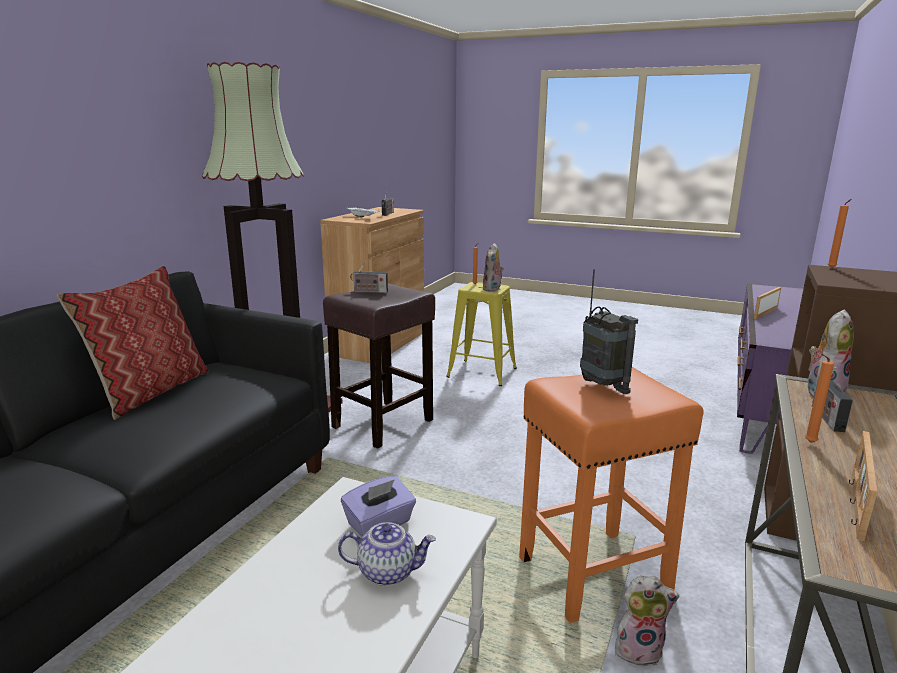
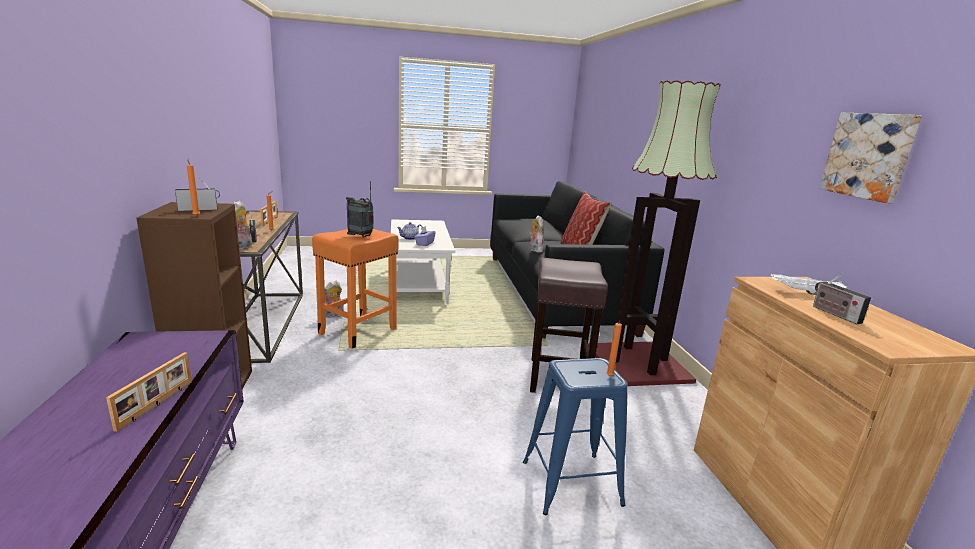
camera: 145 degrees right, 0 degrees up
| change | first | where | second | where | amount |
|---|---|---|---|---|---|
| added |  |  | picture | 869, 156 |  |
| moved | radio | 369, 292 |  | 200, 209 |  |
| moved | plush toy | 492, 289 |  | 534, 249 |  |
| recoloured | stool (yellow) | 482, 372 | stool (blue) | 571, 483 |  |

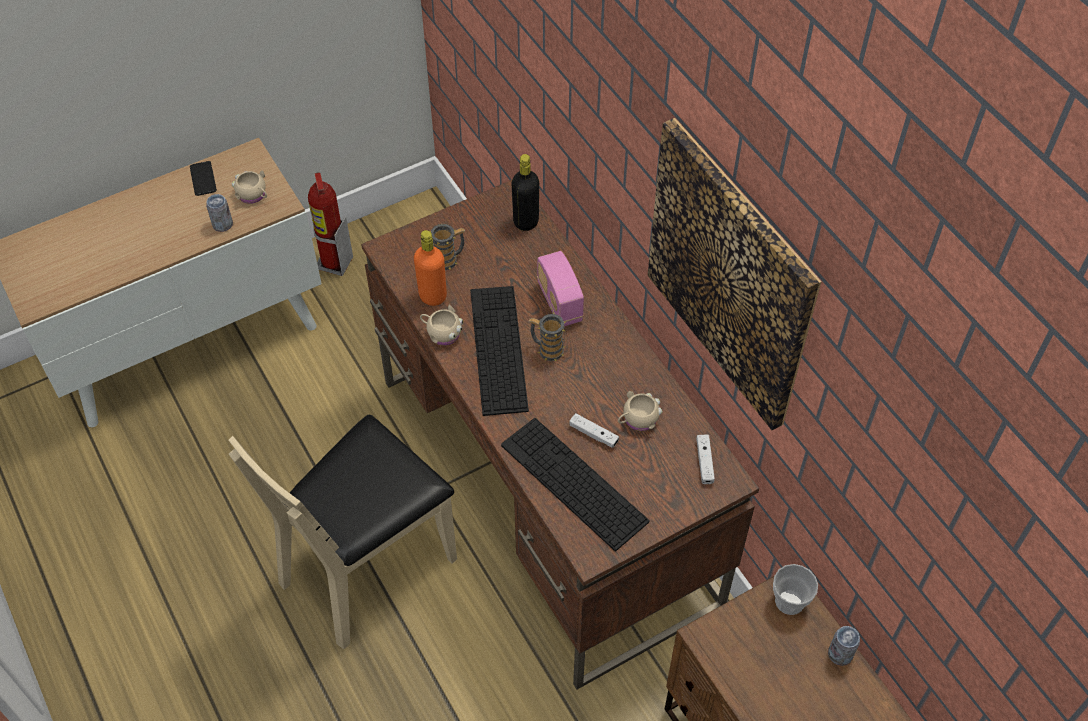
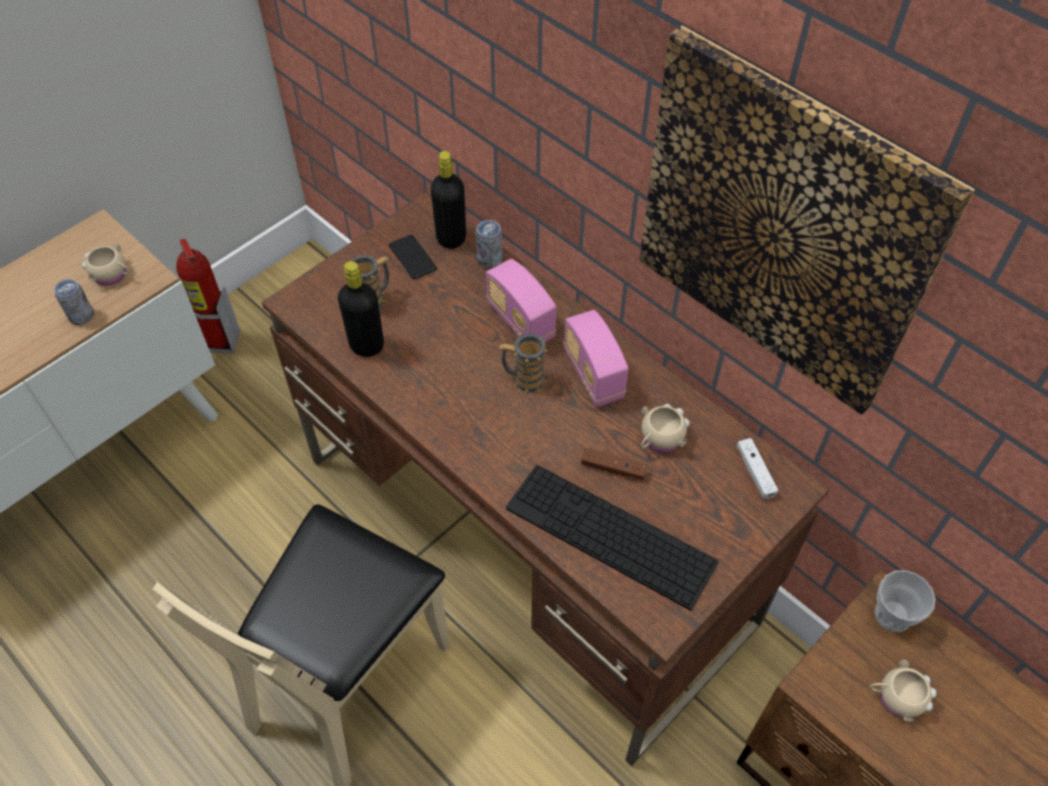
camera: 15 degrees left, 0 degrees up
| change | first | where | second | where | amount |
|---|---|---|---|---|---|
| removed | keyboard | 498, 349 |  |  |  |
| added |  |  | radio | 593, 374 |  |
| moved | phone | 203, 179 |  | 412, 257 |  |
| moved | mug (beige) | 441, 333 |  | 896, 697 |  |
| moved | can | 840, 654 |  | 489, 260 |  |
| recoloured | bottle (orange) | 433, 296 | bottle (black) | 367, 345 |  |
| recoloured | game controller (white) | 593, 434 | game controller (brown) | 613, 469 |  |

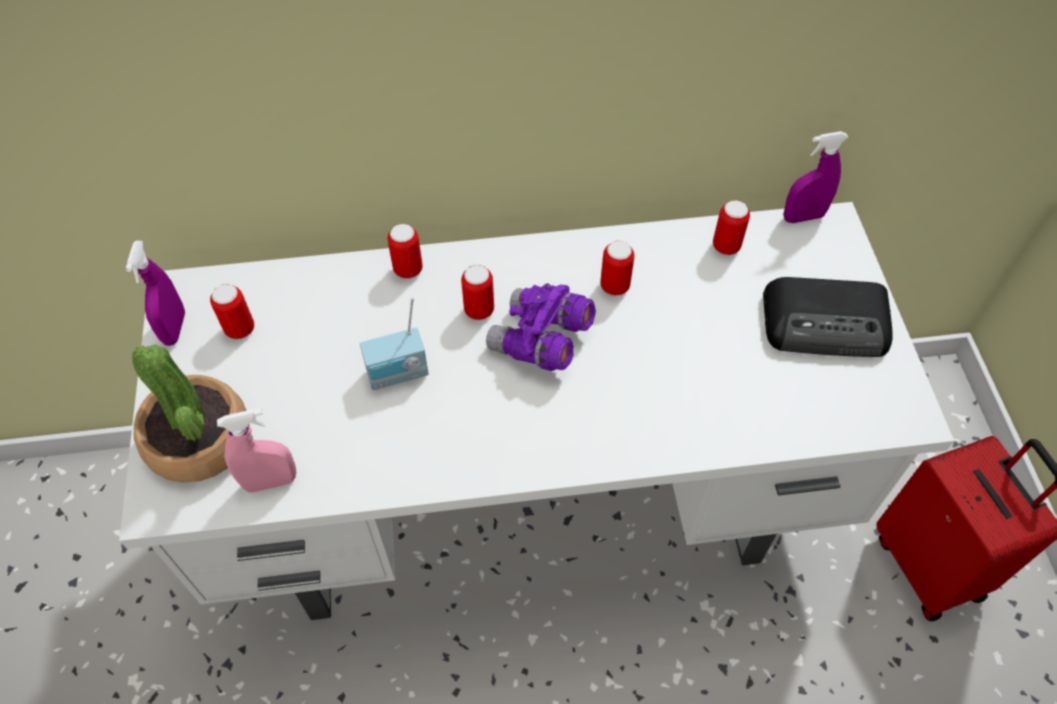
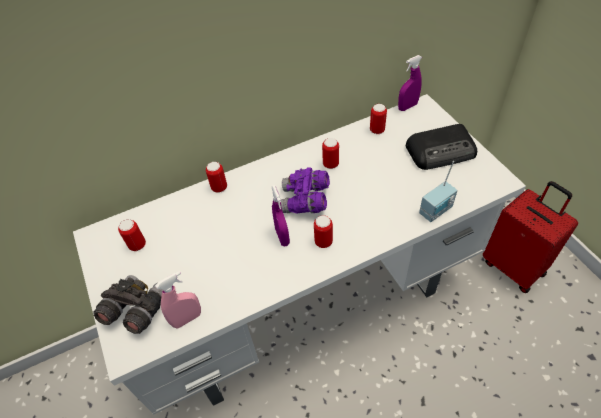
camera: 15 degrees left, 5 degrees down
| change | first | where | second | where | amount |
|---|---|---|---|---|---|
| moved | spray bottle (purple) | 174, 328 |  | 282, 236 |  |
| moved | radio | 398, 375 |  | 436, 211 |  |
| moved | can | 479, 310 |  | 323, 242 |  |
| replaced | potted plant | 198, 440 | binoculars (grey) | 136, 310 |  |

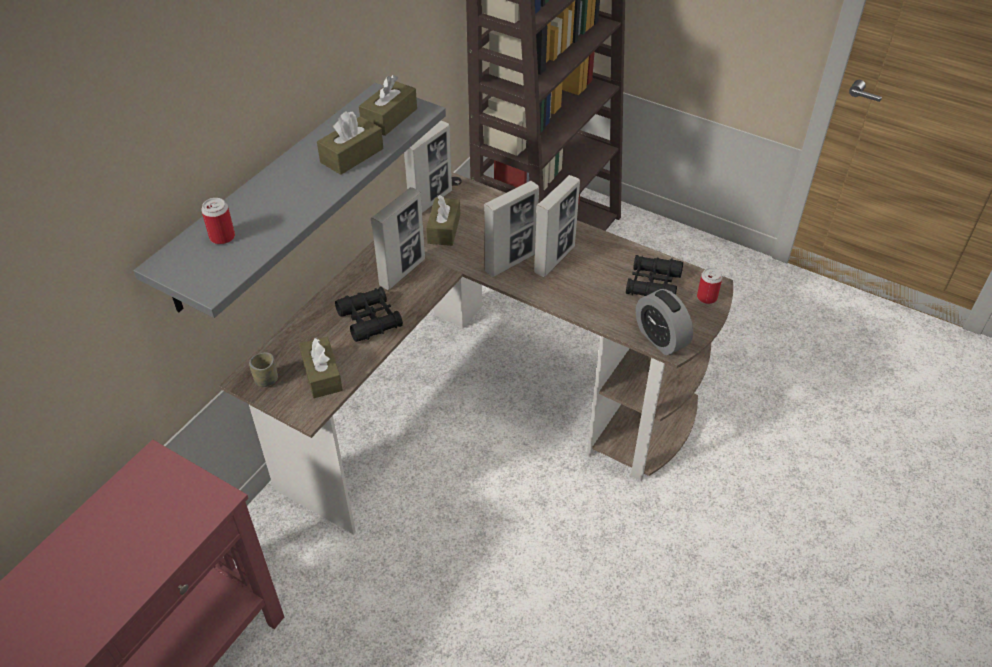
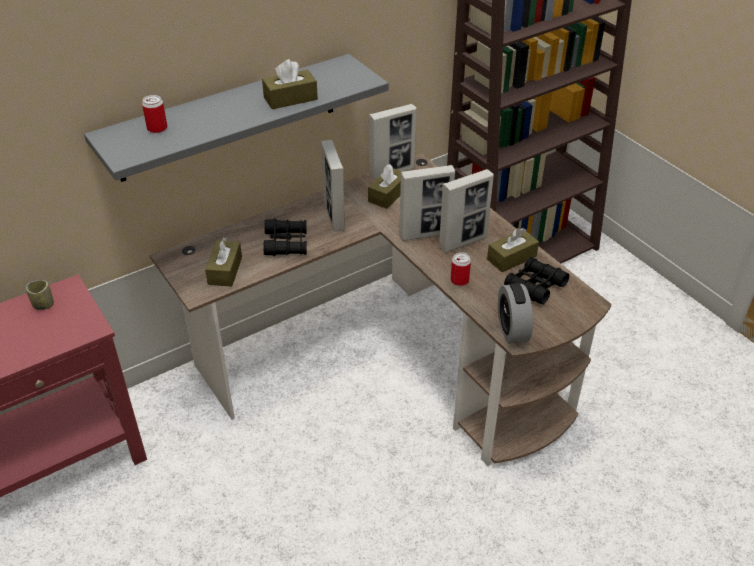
camera: 25 degrees right, 5 degrees down
| change | first | where | second | where | amount |
|---|---|---|---|---|---|
| moved | cup | 266, 380 |  | 43, 305 |  |
| moved | tissue box (brown) | 389, 118 |  | 511, 258 |  |
| moved | can | 707, 297 |  | 459, 280 |  |
| turned | picture frame | 402, 272 |  | 334, 216 | 105 degrees clockwise |

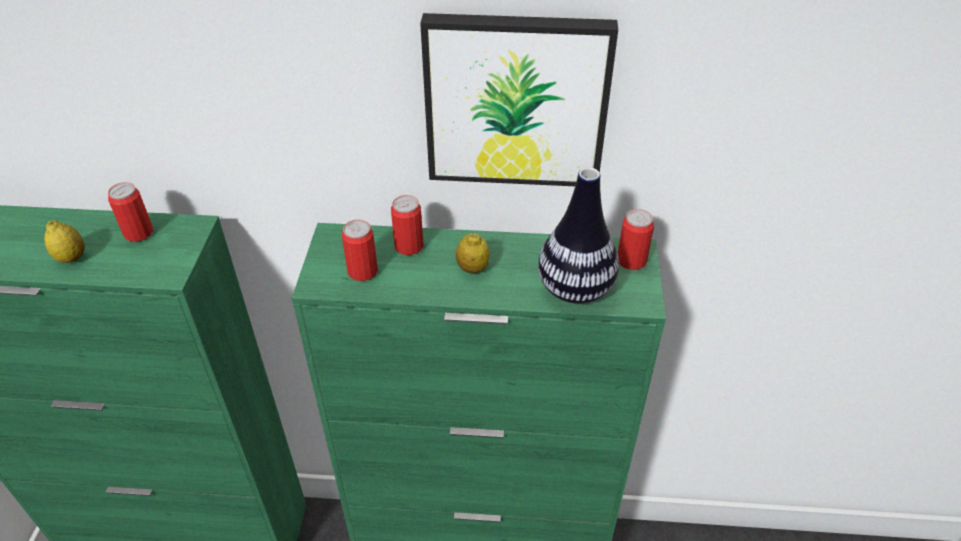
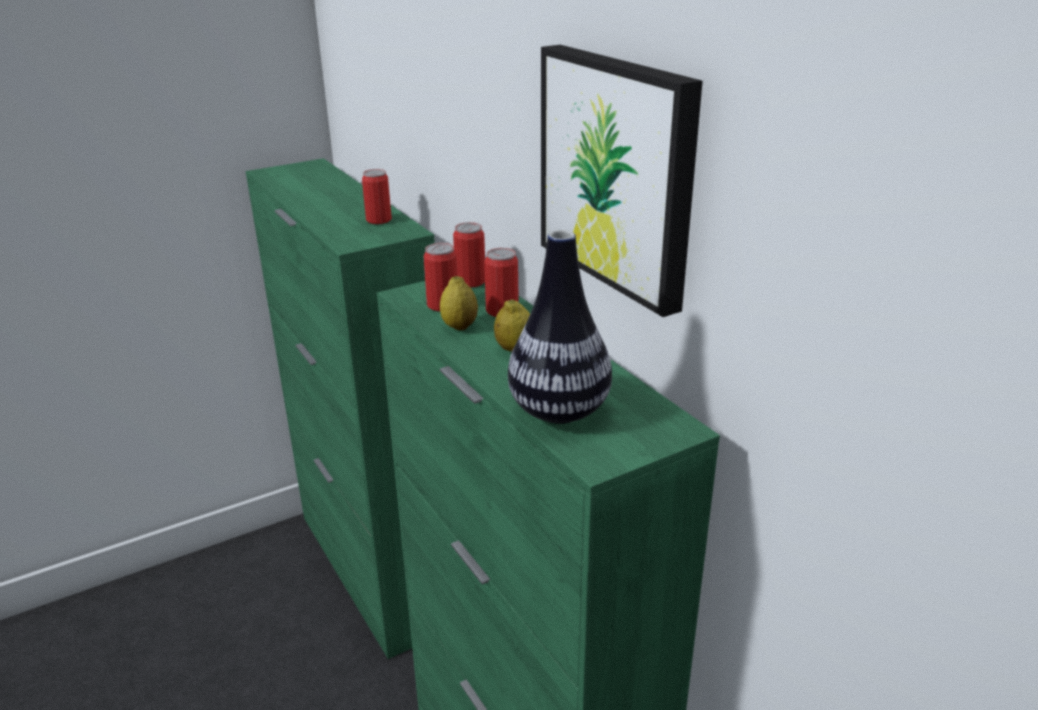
camera: 55 degrees right, 15 degrees down
| change | first | where | second | where | amount |
|---|---|---|---|---|---|
| moved | lemon | 71, 258 |  | 459, 326 |  |
| moved | can | 631, 260 |  | 470, 282 |  |

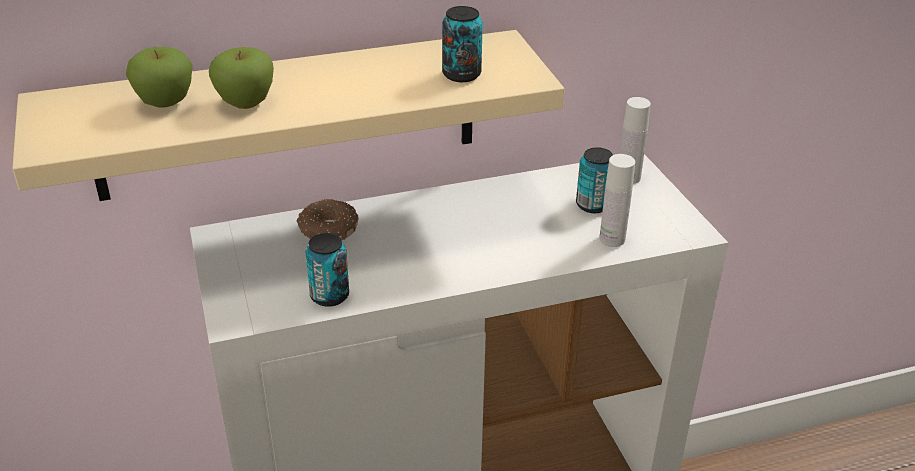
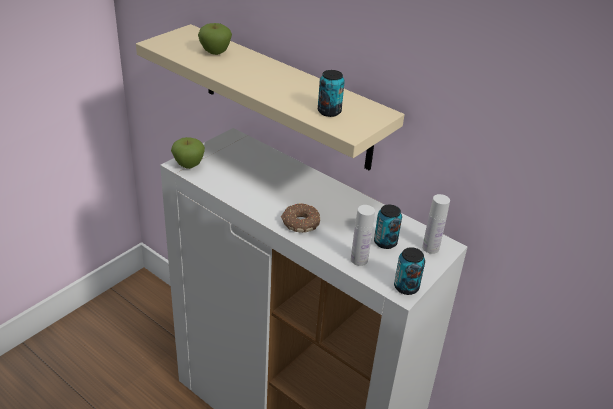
camera: 55 degrees right, 0 degrees up
| change | first | where | second | where | amount |
|---|---|---|---|---|---|
| moved | apple | 245, 103 |  | 188, 165 |  |
| moved | donut | 328, 230 |  | 300, 223 |  |
| moved | can | 329, 296 |  | 406, 287 |  |

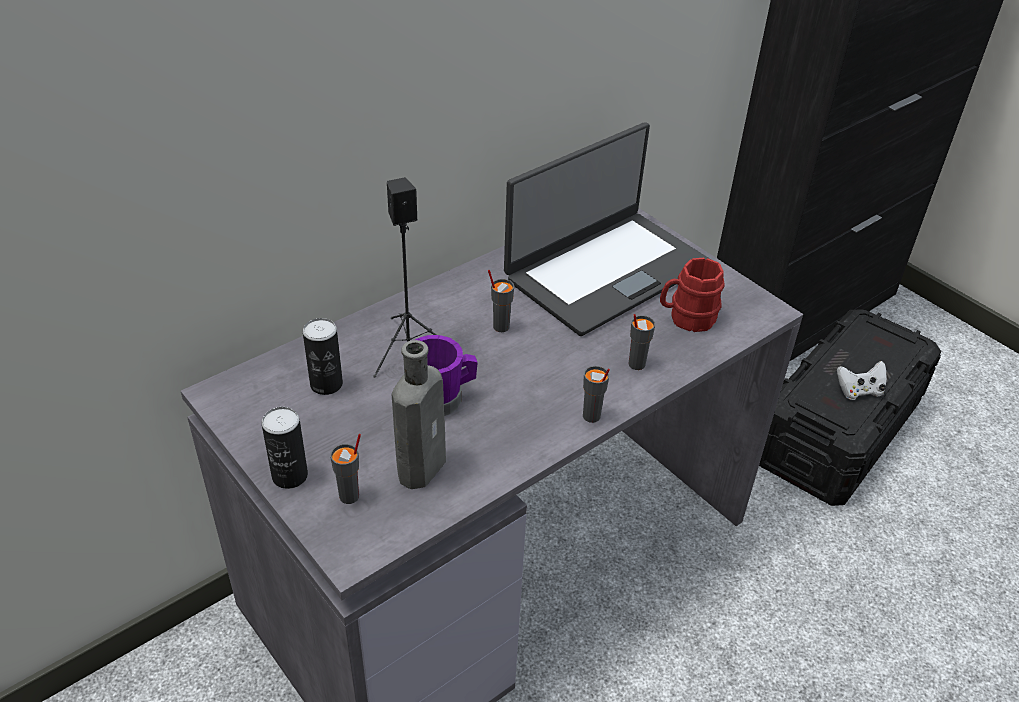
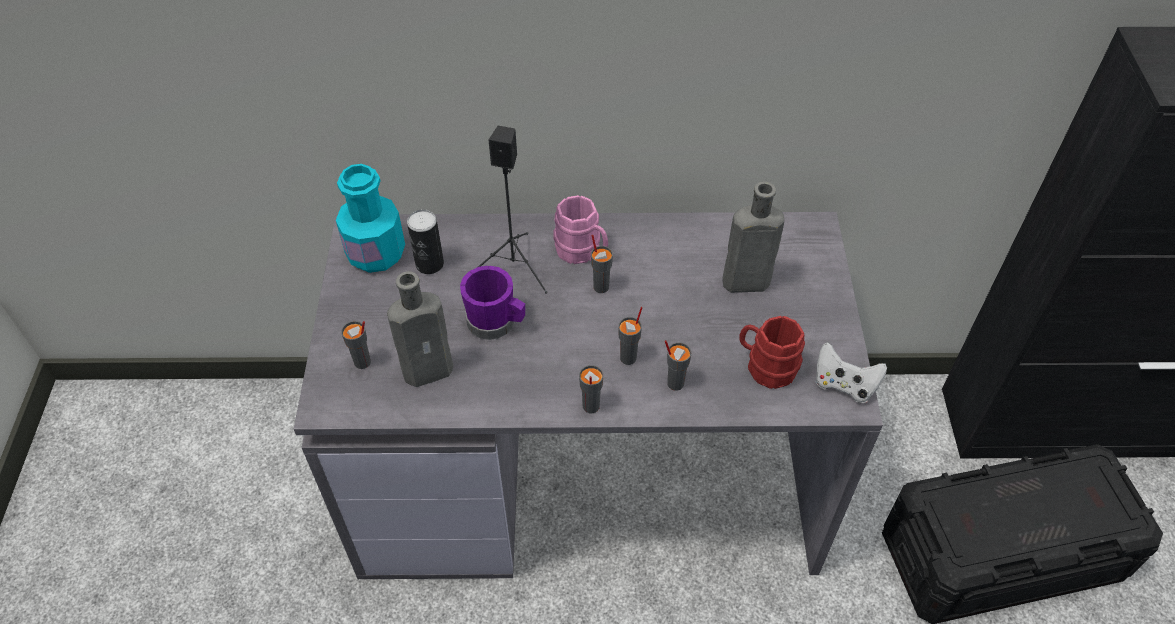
camera: 40 degrees right, 10 degrees up
| change | first | where | second | where | amount |
|---|---|---|---|---|---|
| removed | can | 290, 476 |  |  |  |
| added |  |  | bottle (turquoise) | 376, 253 |  |
| added |  |  | mug (pink) | 582, 251 |  |
| added |  |  | cup (grey) | 629, 358 |  |
| moved | game controller (white) | 859, 391 |  | 844, 384 |  |
| replaced | laptop | 606, 271 | bottle (grey) | 742, 282 |  |

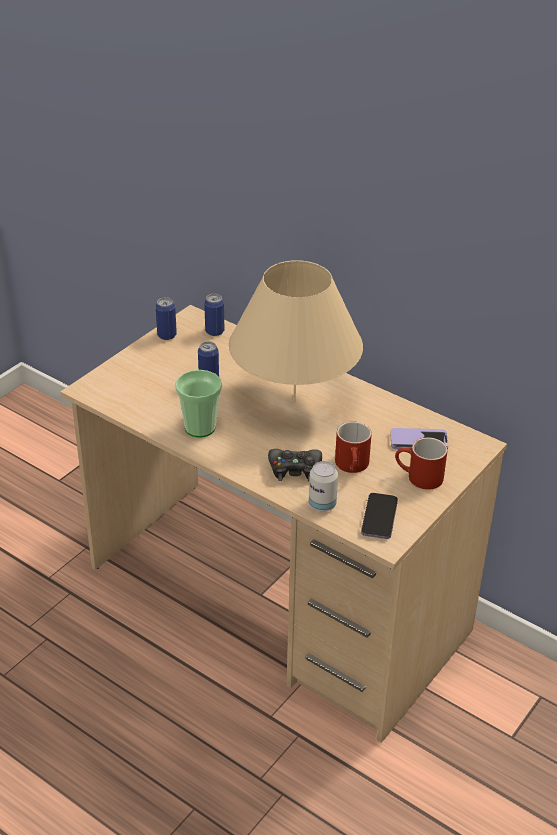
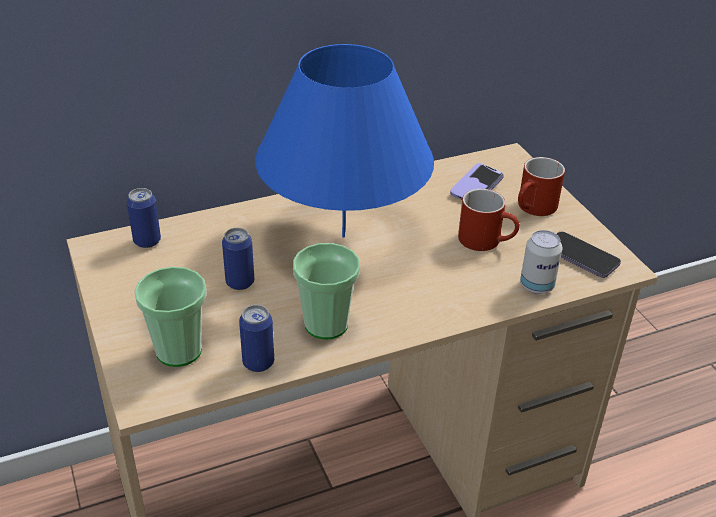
camera: 60 degrees left, 0 degrees up
| change | first | where | second | where | amount |
|---|---|---|---|---|---|
| removed | game controller (black) | 295, 469 |  |  |  |
| added |  |  | cup | 179, 351 |  |
| moved | can | 167, 335 |  | 258, 362 |  |
| recoloured | table lamp (beige) | 294, 402 | table lamp (blue) | 343, 236 |  |

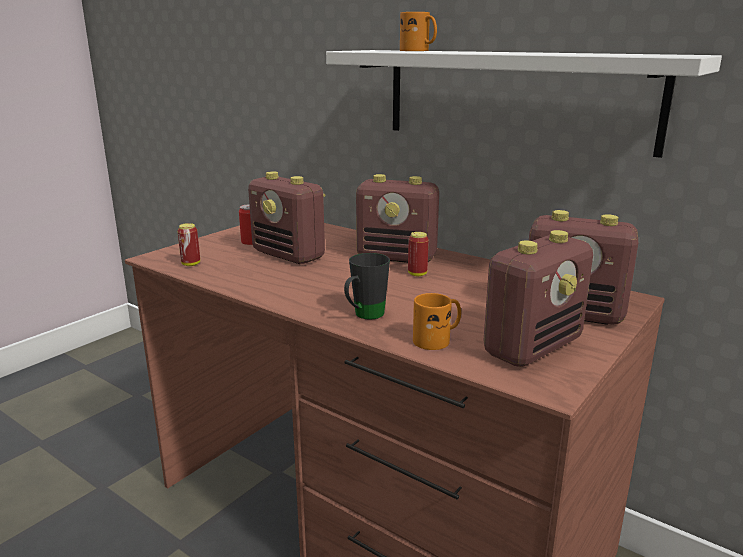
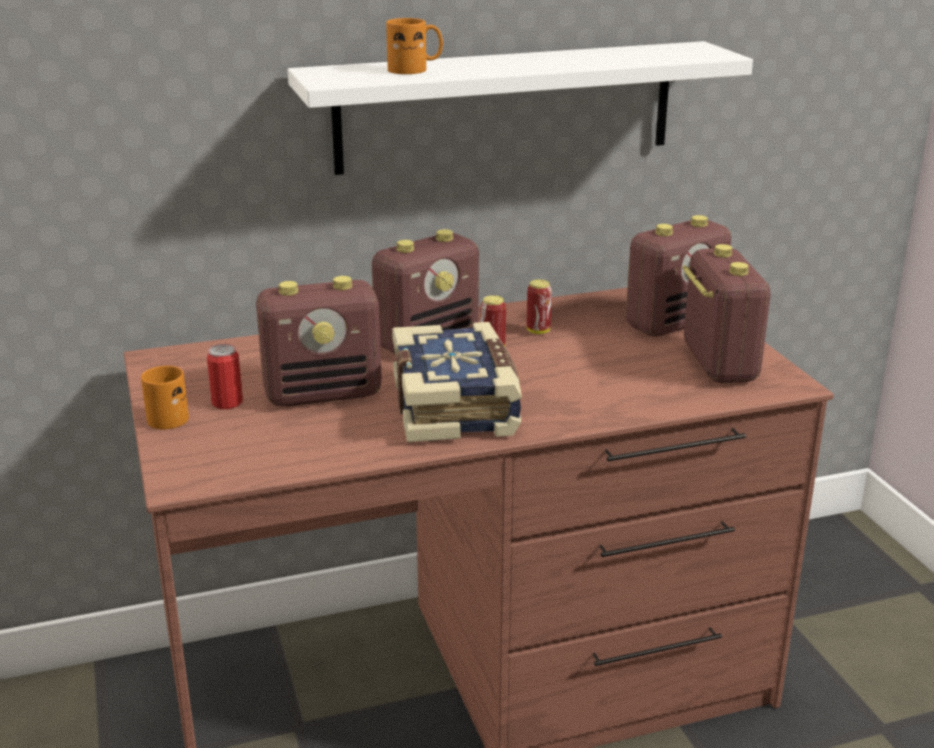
camera: 55 degrees left, 5 degrees up
| change | first | where | second | where | amount |
|---|---|---|---|---|---|
| removed | mug (black) | 364, 316 |  |  |  |
| added |  |  | book | 457, 406 |  |
| moved | can | 191, 264 |  | 538, 331 |  |
| moved | mug (orange) | 437, 339 |  | 170, 415 |  |

